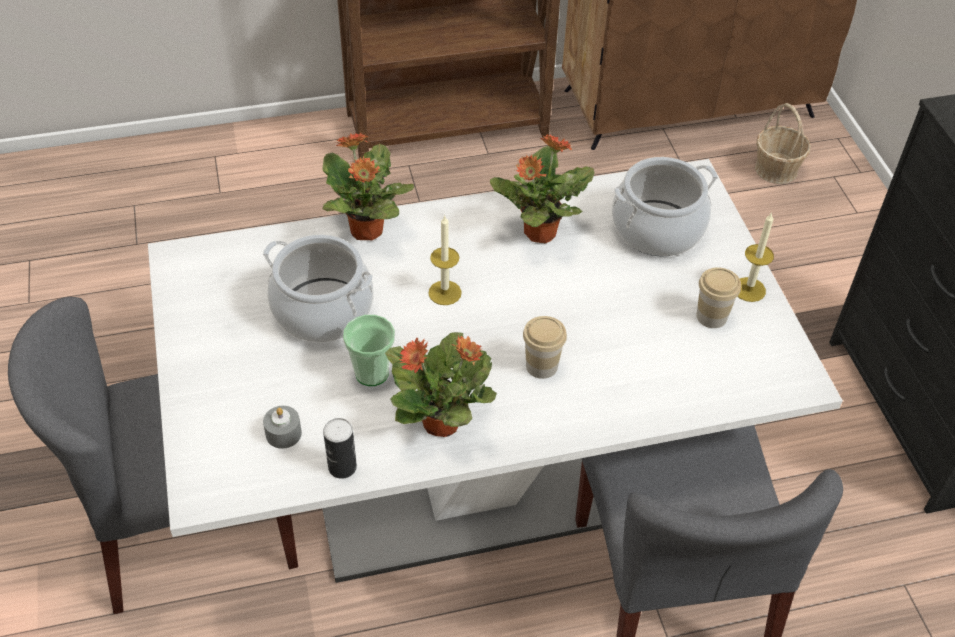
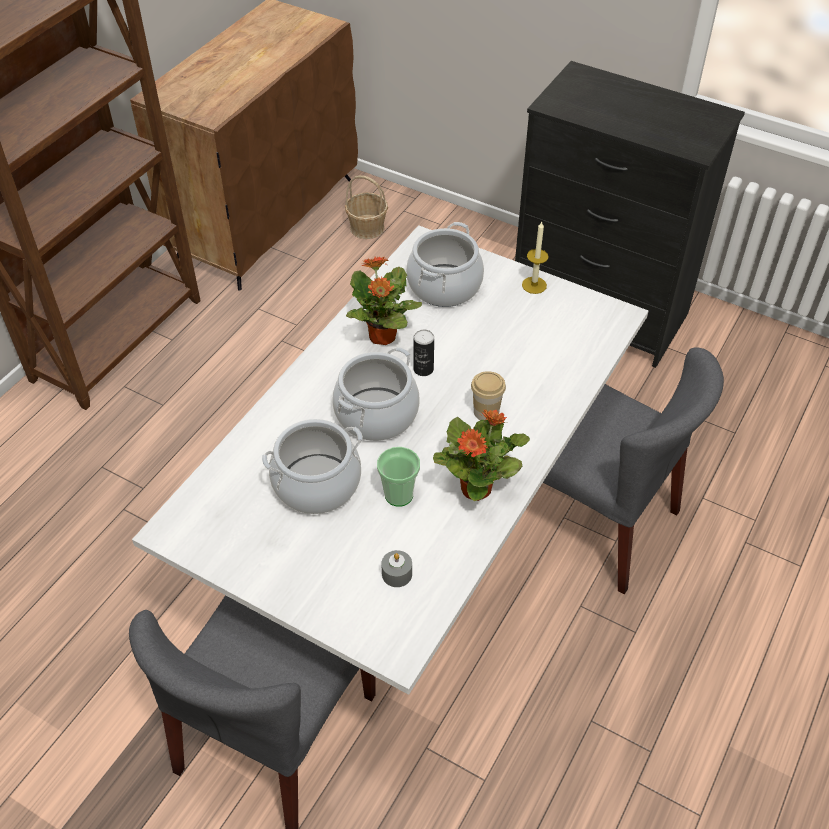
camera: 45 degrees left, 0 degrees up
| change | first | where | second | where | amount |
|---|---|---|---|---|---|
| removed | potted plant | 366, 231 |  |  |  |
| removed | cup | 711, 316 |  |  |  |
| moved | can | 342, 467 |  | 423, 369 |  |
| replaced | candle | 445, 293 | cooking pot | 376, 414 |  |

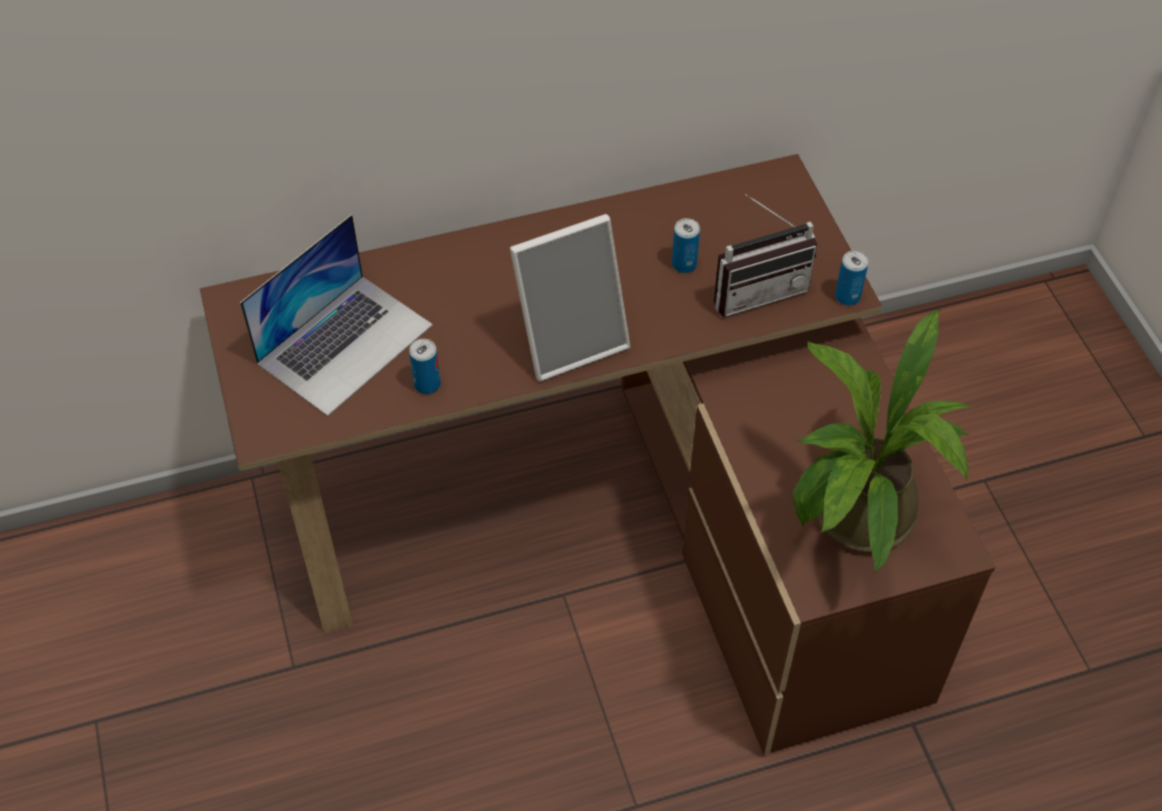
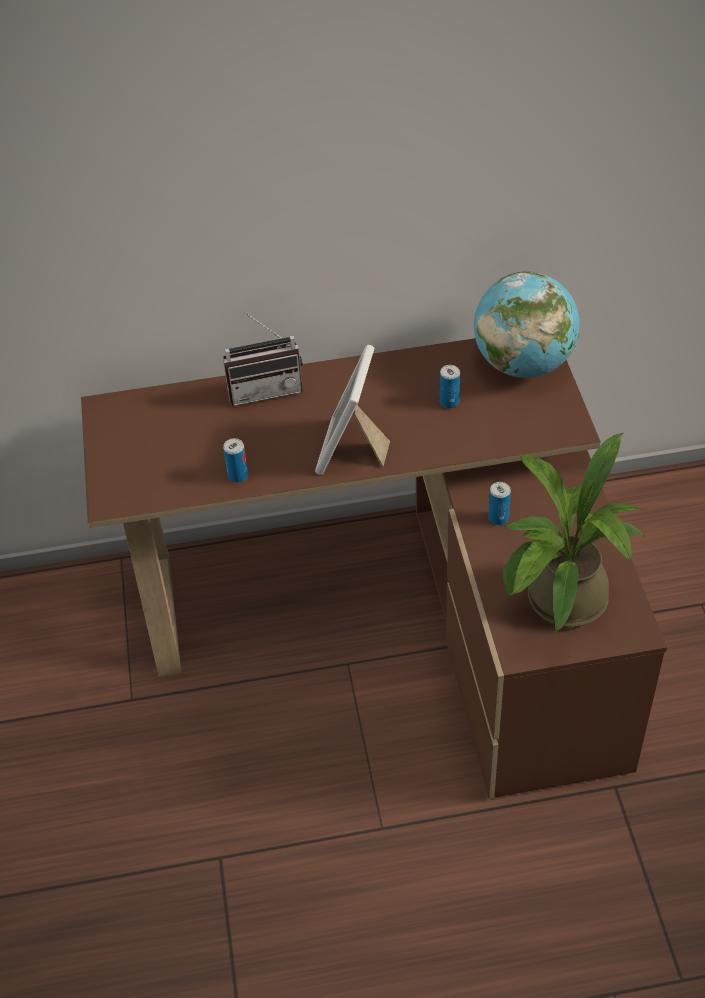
camera: 10 degrees right, 5 degrees down
| change | first | where | second | where | amount |
|---|---|---|---|---|---|
| removed | laptop | 345, 343 |  |  |  |
| added |  |  | globe | 523, 364 |  |
| moved | radio | 757, 289 |  | 265, 389 |  |
| moved | can | 847, 296 |  | 498, 518 |  |
| turned | picture frame | 570, 339 |  | 352, 450 | 120 degrees clockwise |

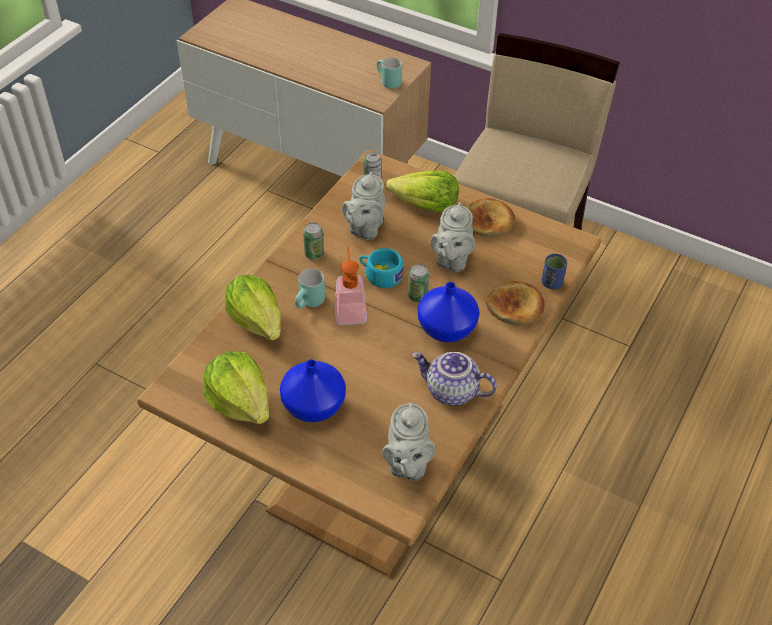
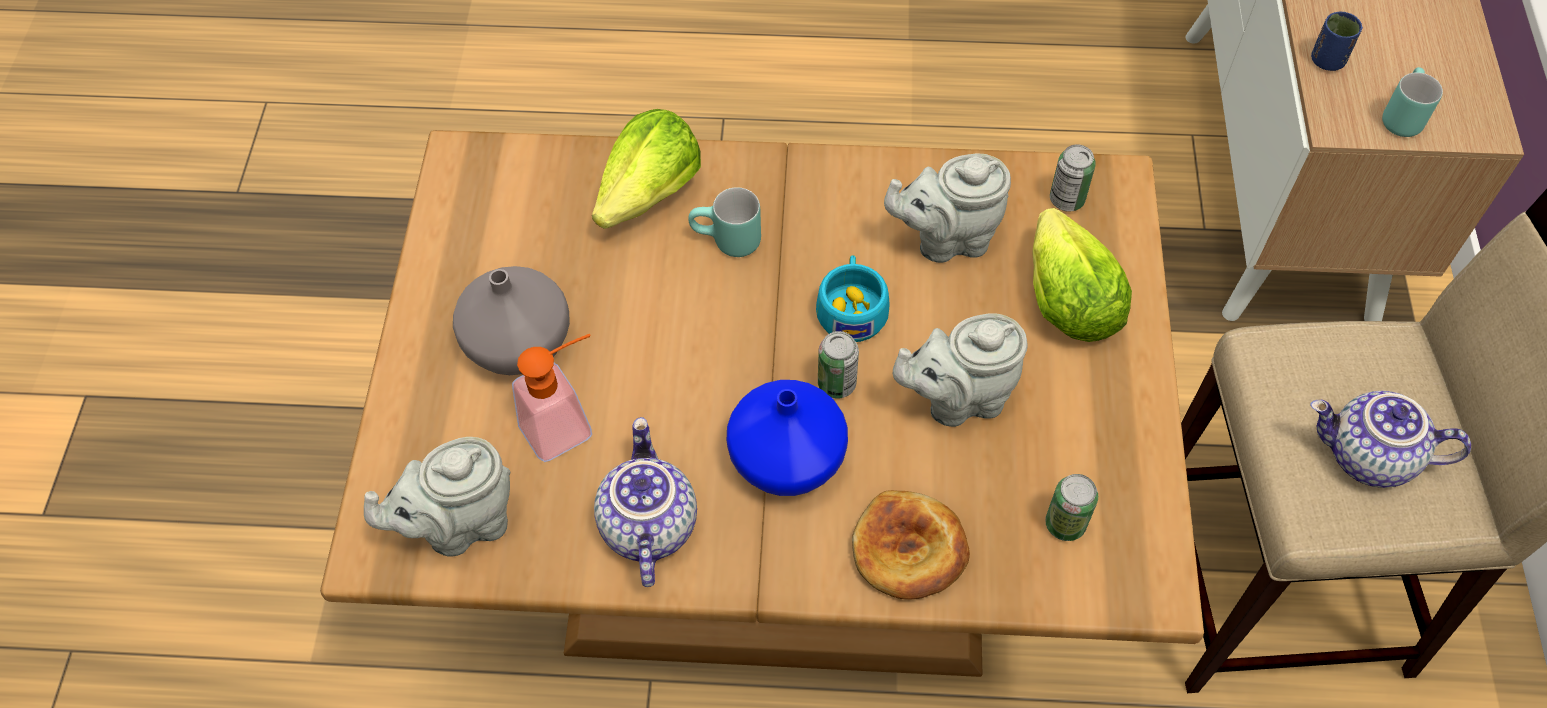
camera: 65 degrees right, 10 degrees up
| change | first | where | second | where | amount |
|---|---|---|---|---|---|
| removed | lettuce | 240, 402 |  |  |  |
| removed | bread | 487, 221 |  |  |  |
| added |  |  | teapot | 1368, 458 |  |
| moved | can | 314, 254 |  | 1065, 524 |  |
| moved | soap dispenser | 350, 309 |  | 567, 424 |  |
| moved | cup (blue) | 552, 283 |  | 1327, 60 |  |
| recoloured | vase (blue) | 315, 407 | vase (grey) | 518, 346 |  |

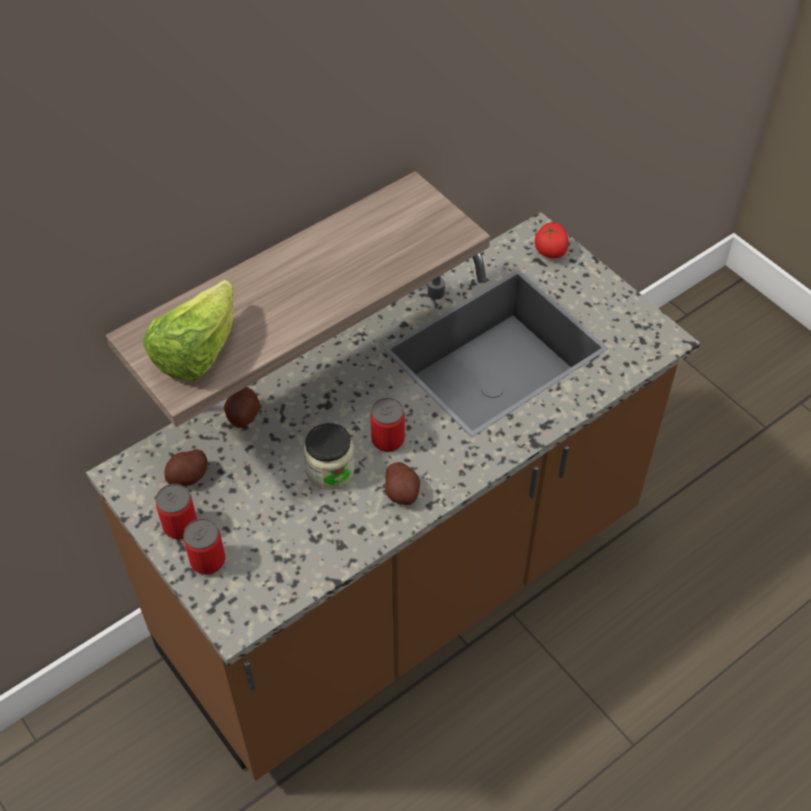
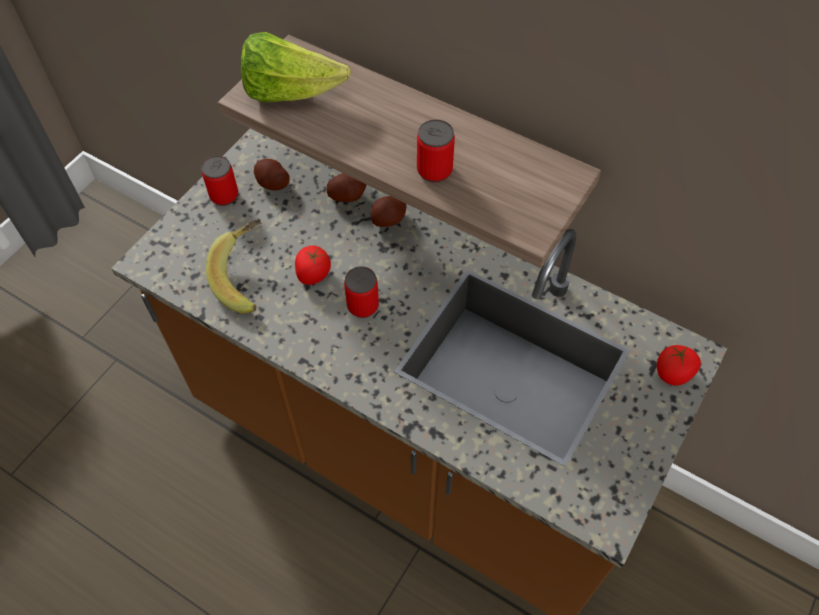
camera: 70 degrees right, 5 degrees up
| change | first | where | second | where | amount |
|---|---|---|---|---|---|
| added |  |  | banana | 247, 277 |  |
| moved | can | 208, 561 |  | 434, 170 |  |
| moved | potato | 402, 492 |  | 389, 219 |  |
| replaced | jar | 330, 470 | tomato | 313, 274 |  |

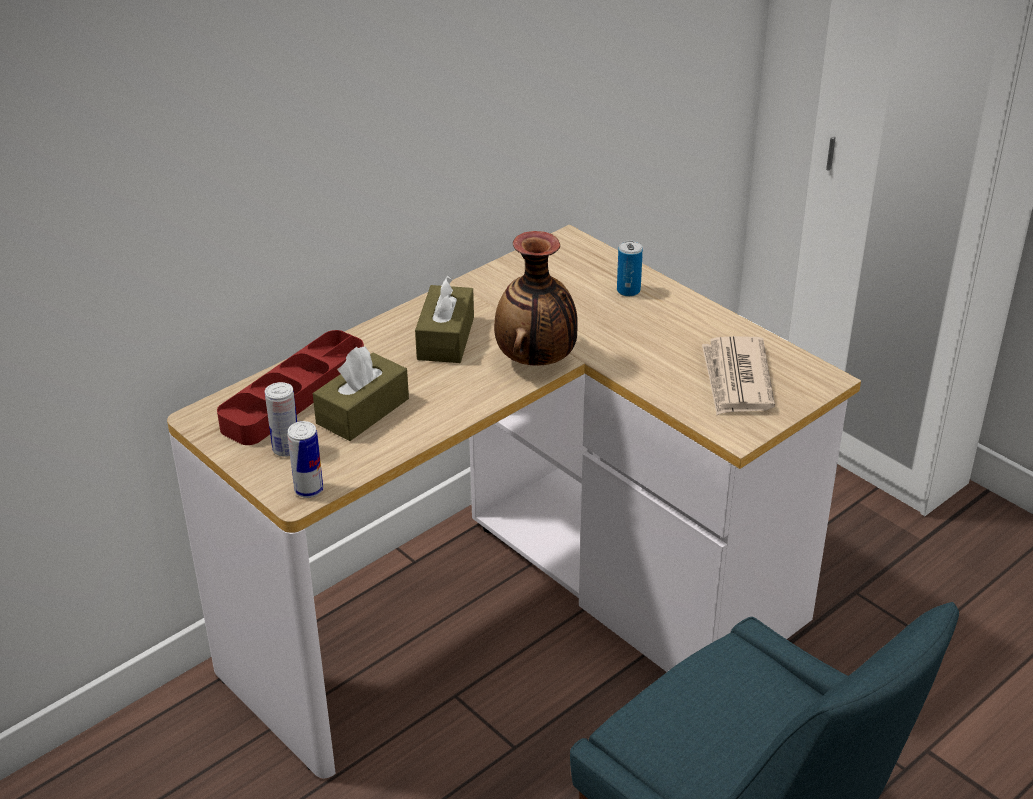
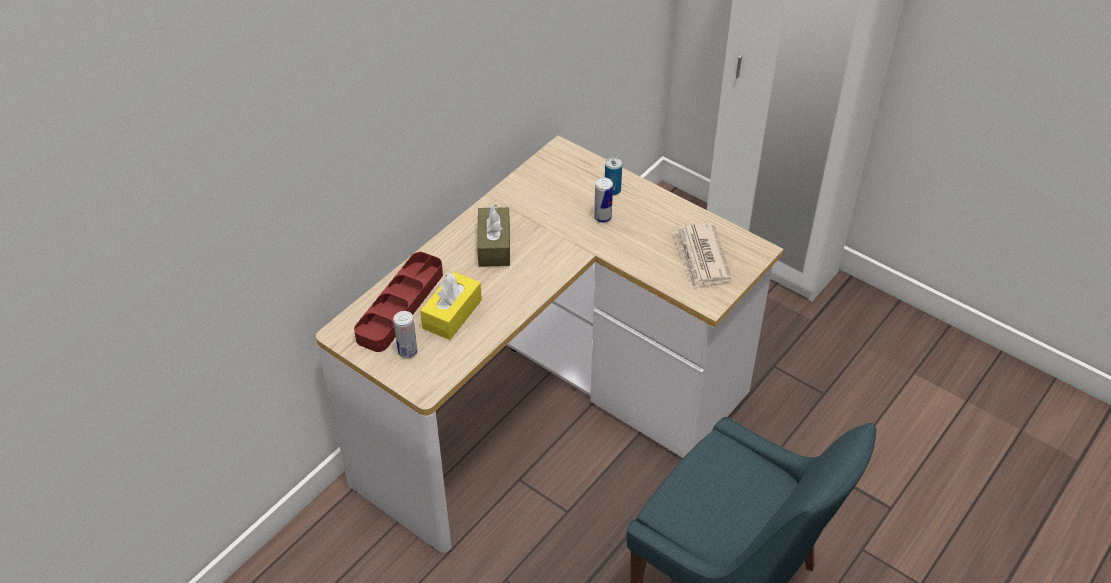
camera: 10 degrees left, 10 degrees up
| change | first | where | second | where | amount |
|---|---|---|---|---|---|
| removed | vase | 537, 361 |  |  |  |
| moved | can | 309, 490 |  | 602, 218 |  |
| recoloured | tissue box (brown) | 363, 411 | tissue box (yellow) | 452, 314 |  |

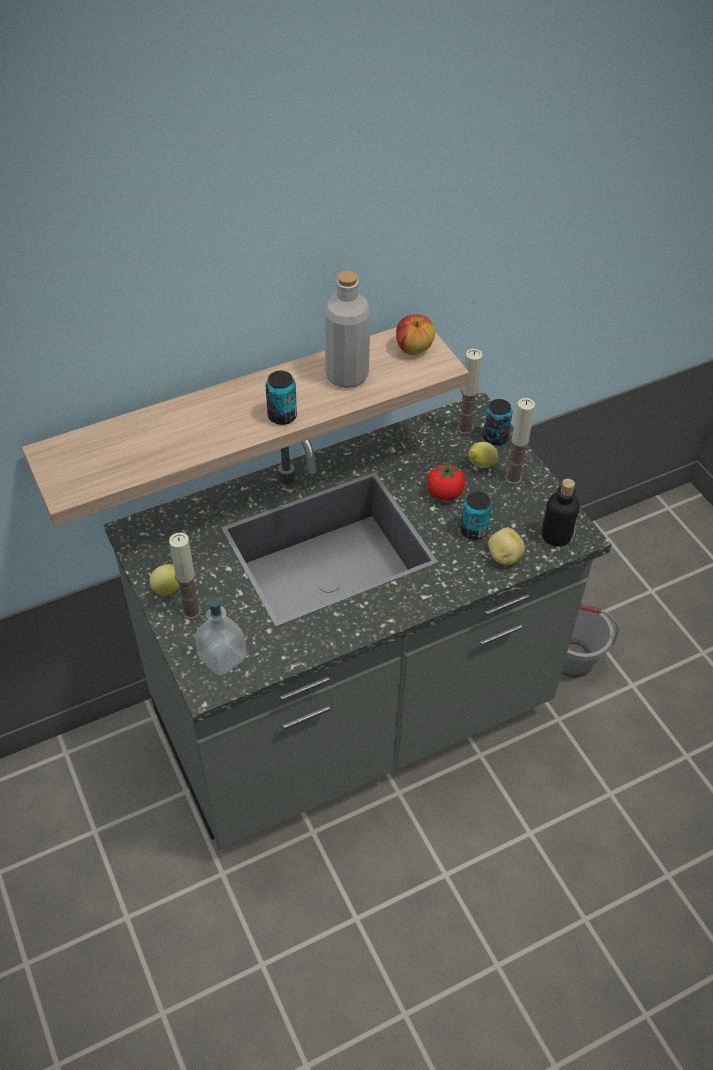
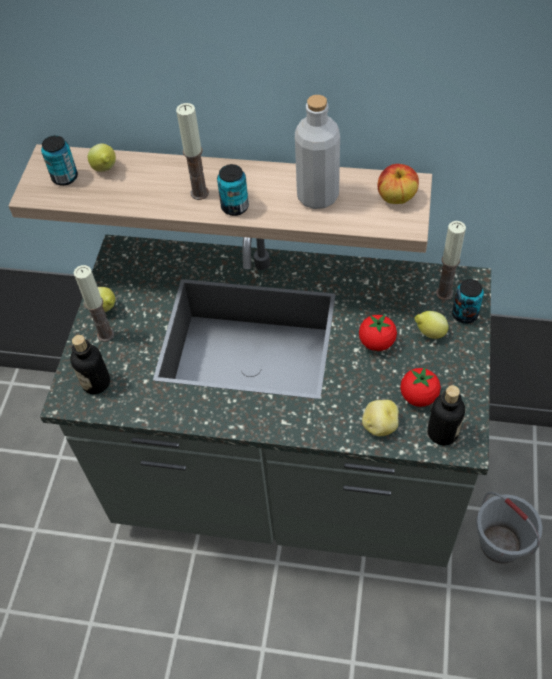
camera: 40 degrees right, 5 degrees up
| change | first | where | second | where | amount |
|---|---|---|---|---|---|
| added |  |  | lemon | 105, 169 |  |
| added |  |  | tomato | 418, 396 |  |
| moved | can | 473, 531 |  | 65, 177 |  |
| moved | candle | 513, 478 |  | 199, 193 |  |
| replaced | soap dispenser | 222, 657 | bottle | 96, 383 |  |

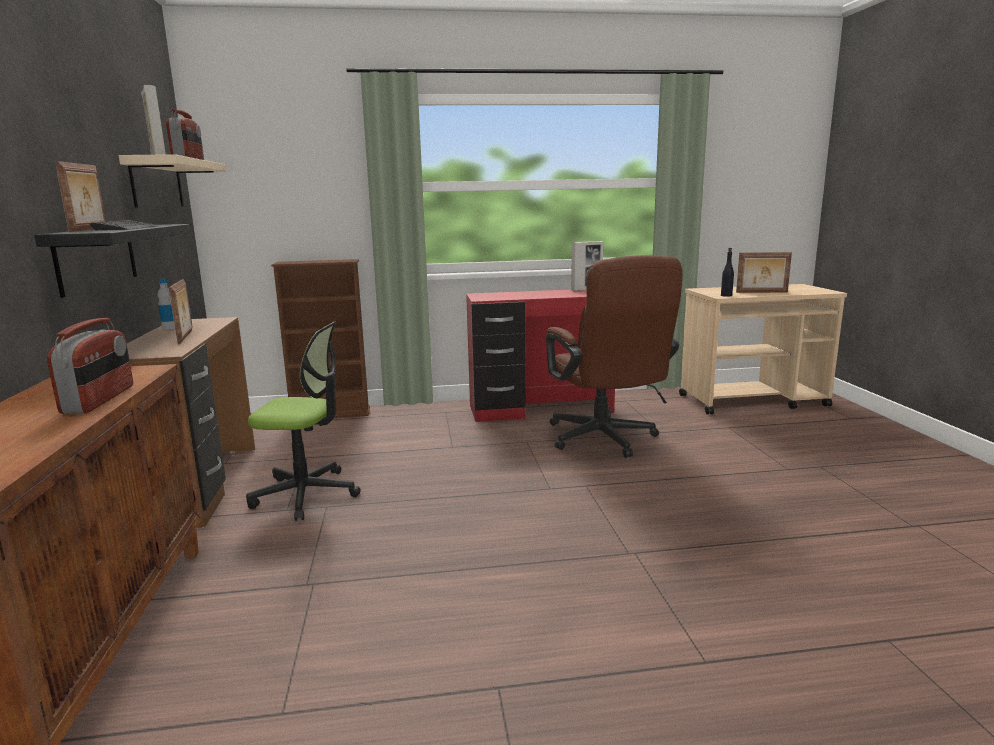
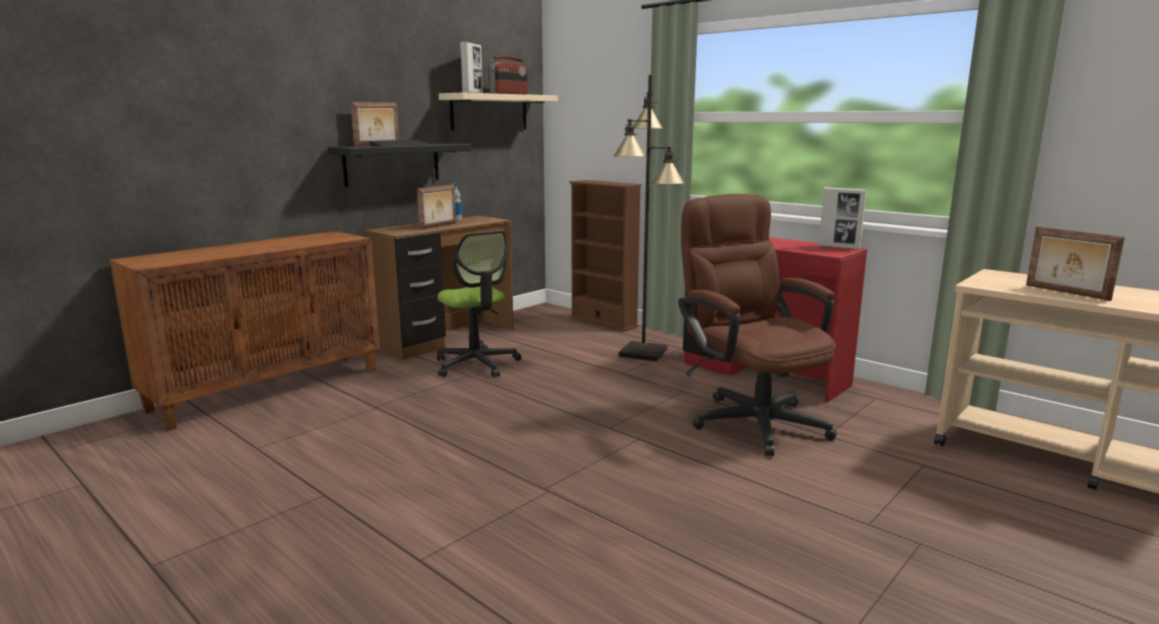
camera: 50 degrees right, 0 degrees up
| change | first | where | second | where | amount |
|---|---|---|---|---|---|
| removed | radio | 100, 399 |  |  |  |
| removed | bottle (black) | 726, 295 |  |  |  |
| added |  |  | floor lamp (black) | 644, 352 |  |
| turned | office chair (brown) | 605, 440 |  | 750, 418 | 120 degrees clockwise |

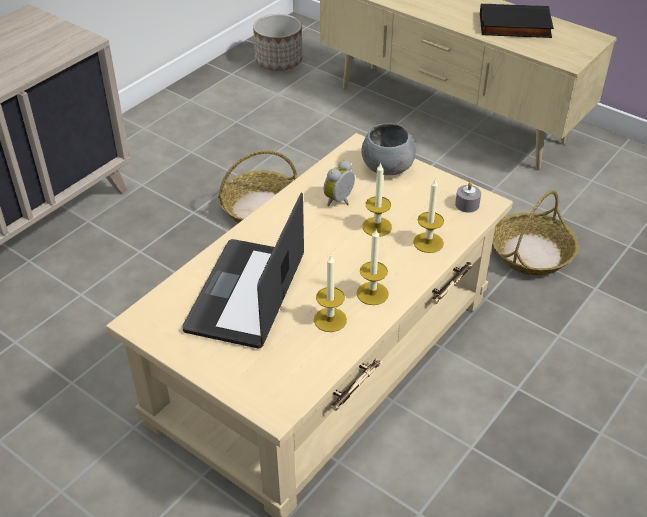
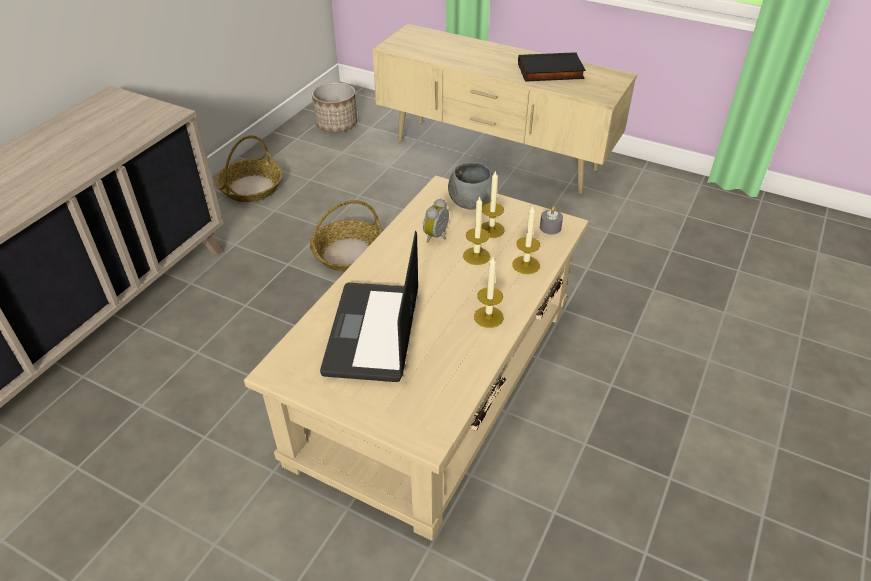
camera: 10 degrees left, 0 degrees up
| change | first | where | second | where | amount |
|---|---|---|---|---|---|
| moved | candle | 330, 320 |  | 491, 230 |  |
| moved | basket | 531, 253 |  | 251, 187 |  |

